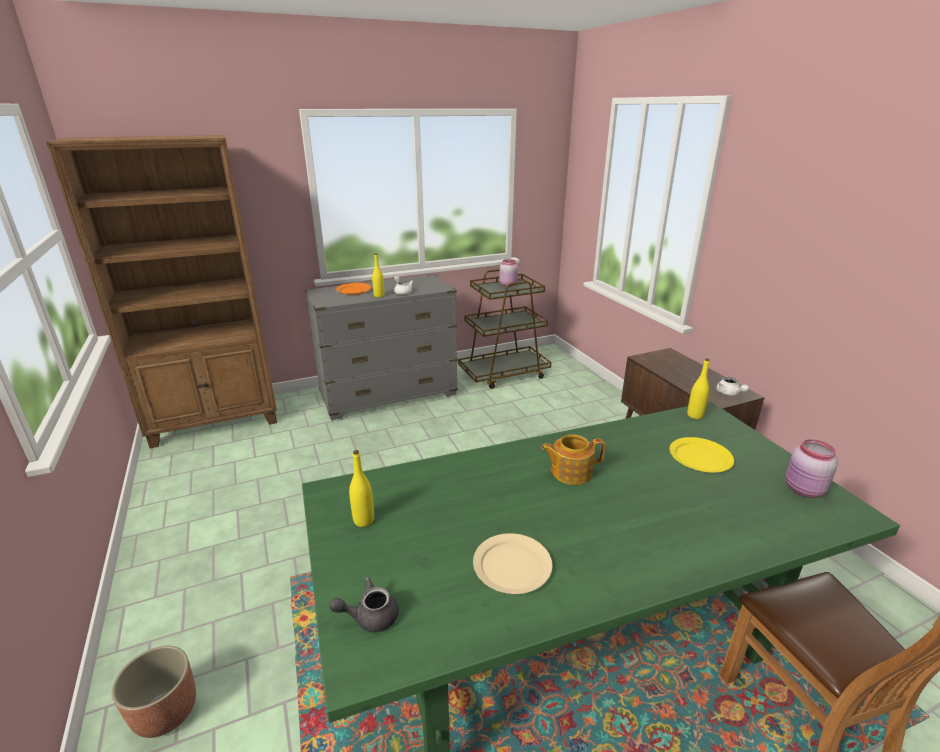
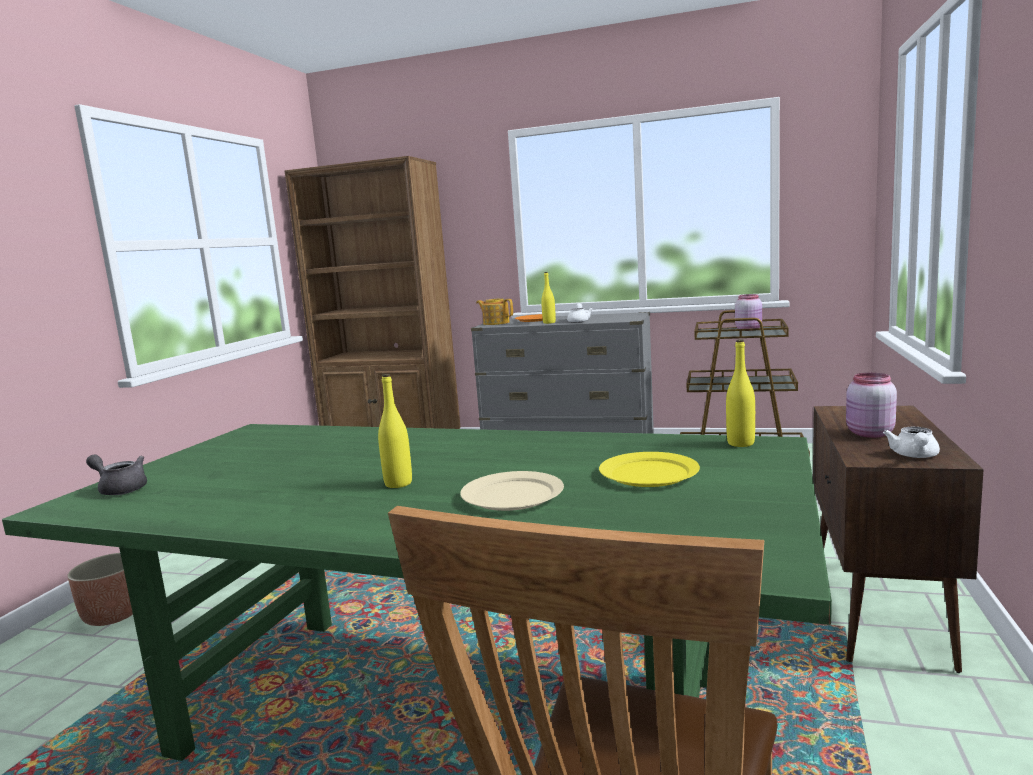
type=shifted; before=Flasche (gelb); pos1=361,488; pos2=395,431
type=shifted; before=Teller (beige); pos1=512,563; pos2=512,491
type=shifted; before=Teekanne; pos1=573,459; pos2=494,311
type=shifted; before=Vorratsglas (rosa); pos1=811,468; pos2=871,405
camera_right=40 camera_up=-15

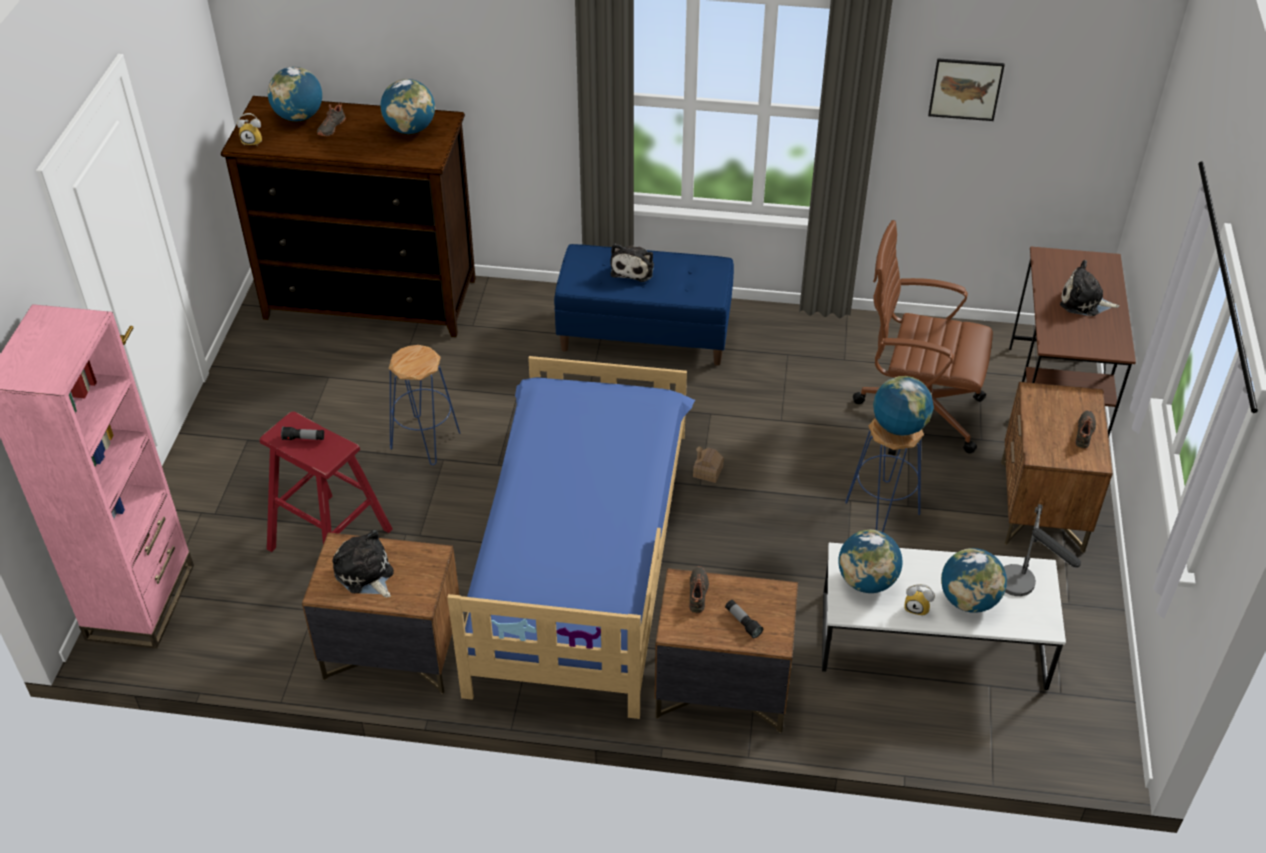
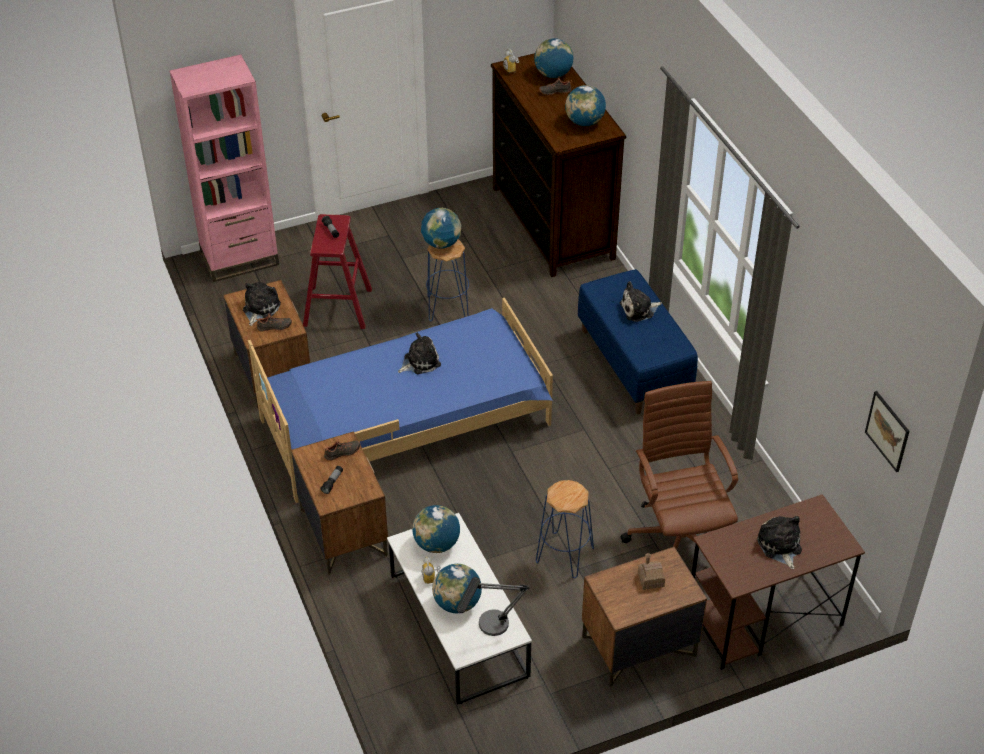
type=new; after=Plüschtier; pos2=419,353
type=shifted; before=Spielzeughaus; pos1=708,464; pos2=651,571
type=shifted; before=Globus; pos1=903,406; pos2=441,228
type=shifted; before=Bild; pos1=966,89; pos2=887,431
type=shifted; before=Schuh (schwarz); pos1=1085,429; pos2=274,323
camera_right=60 camera_up=0

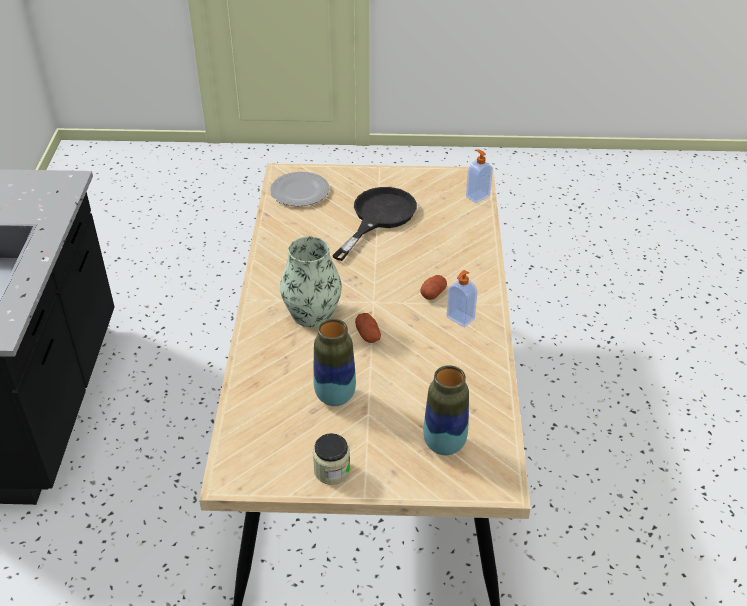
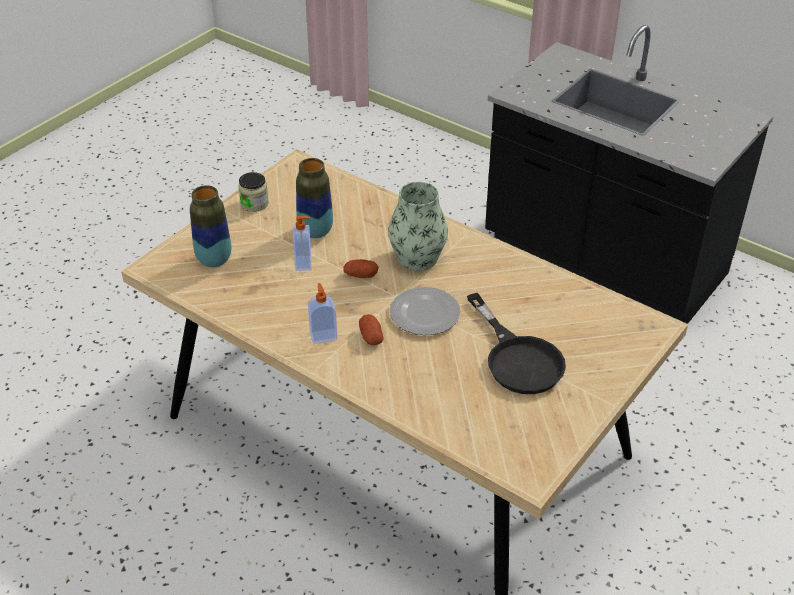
type=shifted; before=Teller; pos1=300,189; pos2=425,311
type=shifted; before=Seifenspender; pos1=479,176; pos2=302,243
camera_right=125 camera_up=0

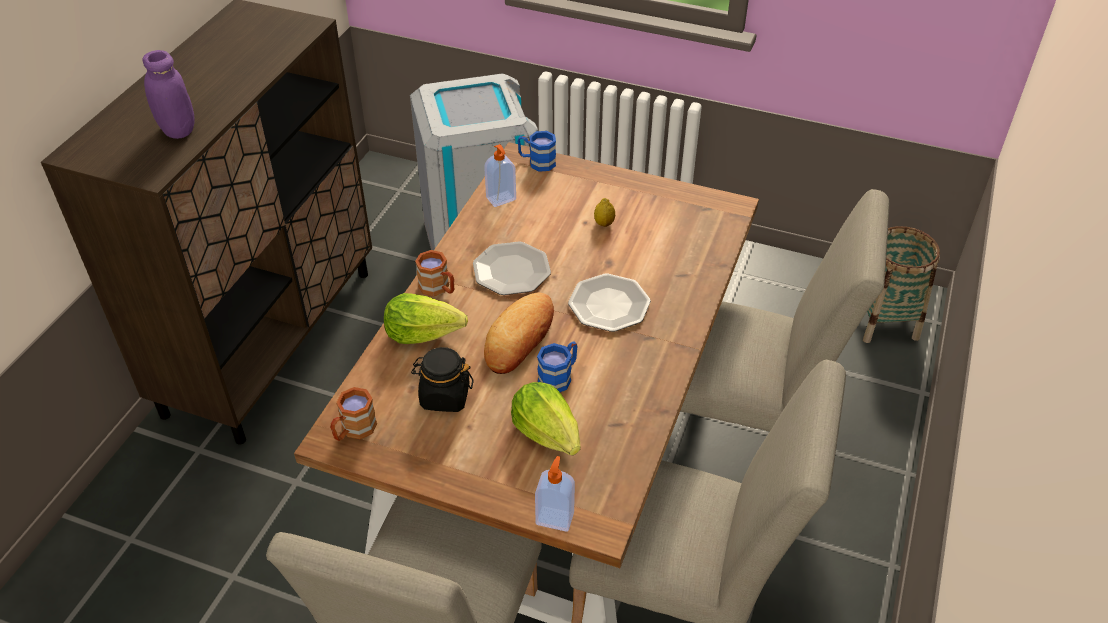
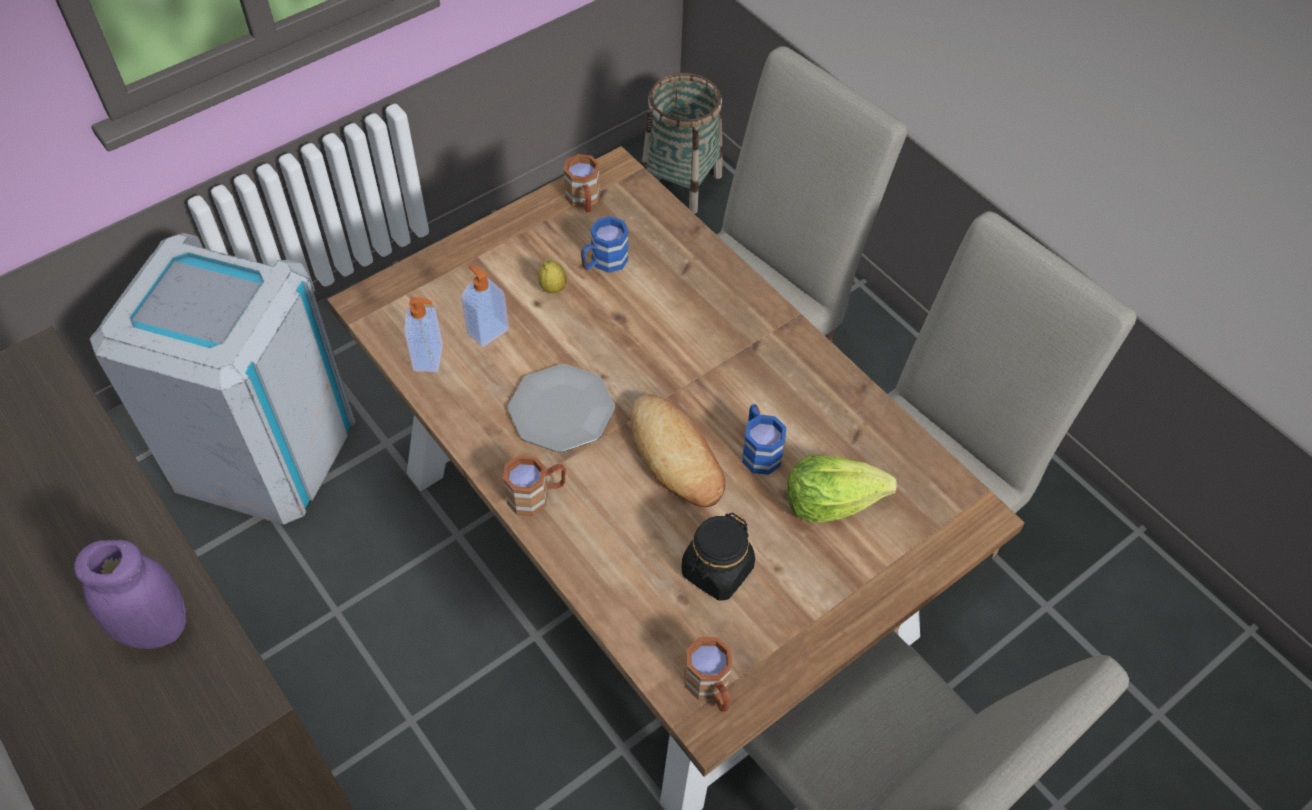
type=gone; before=Salatkopf; pos1=426,318
type=gone; before=Teller; pos1=609,303
type=new; after=Henkelbecher (braun); pos2=582,183
type=shifted; before=Henkelbecher (blau); pos1=537,151; pos2=605,244
type=shifted; before=Seifenspender; pos1=555,494; pos2=485,306
camera_right=-60 camera_up=10

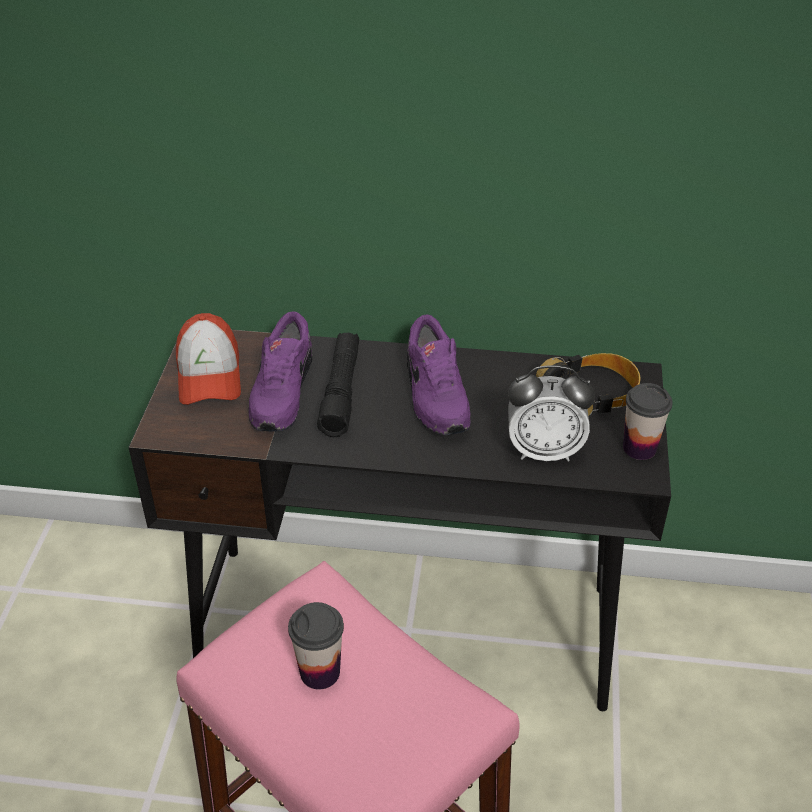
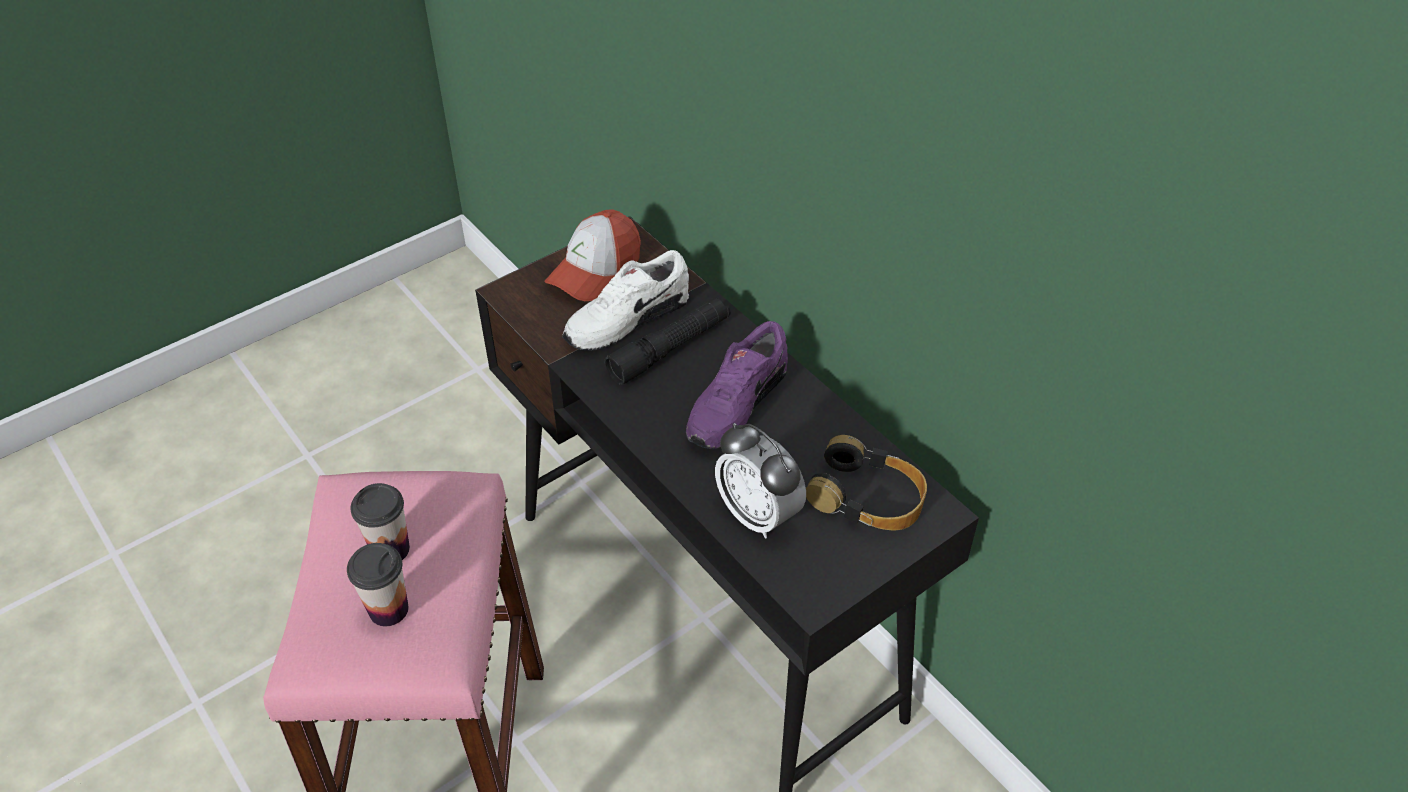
type=shifted; before=Tasse; pos1=648,421; pos2=378,584
type=repainted; before=Schuh (lila); after=Schuh (weiß); pos1=281,372; pos2=625,300
camera_right=45 camera_up=5

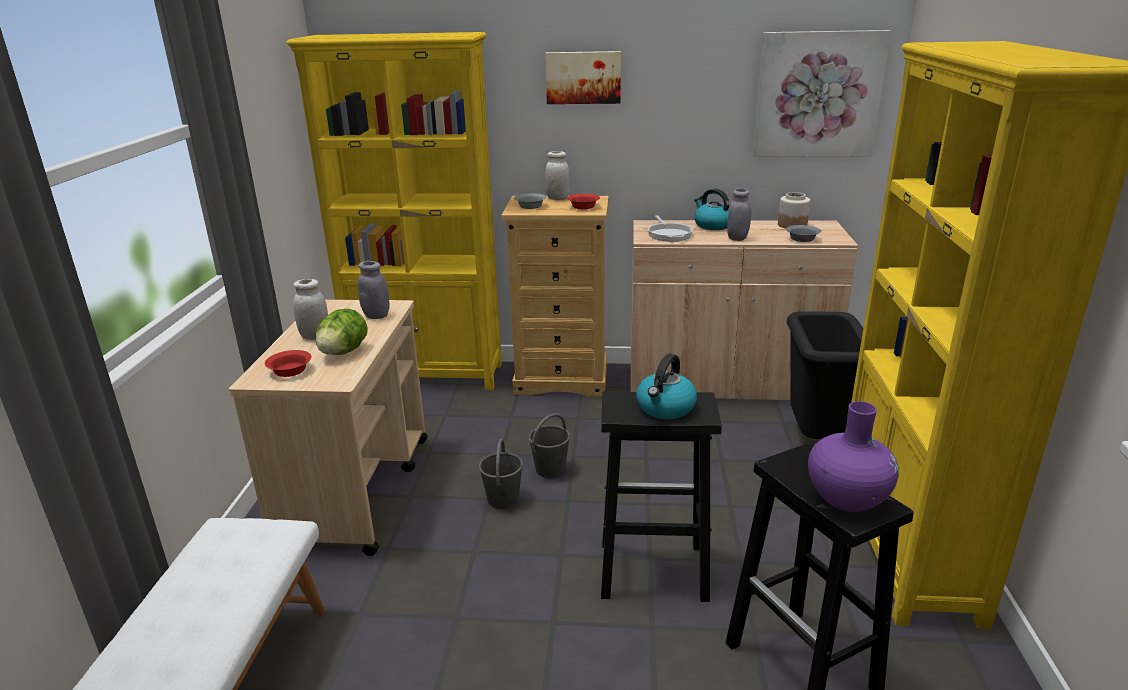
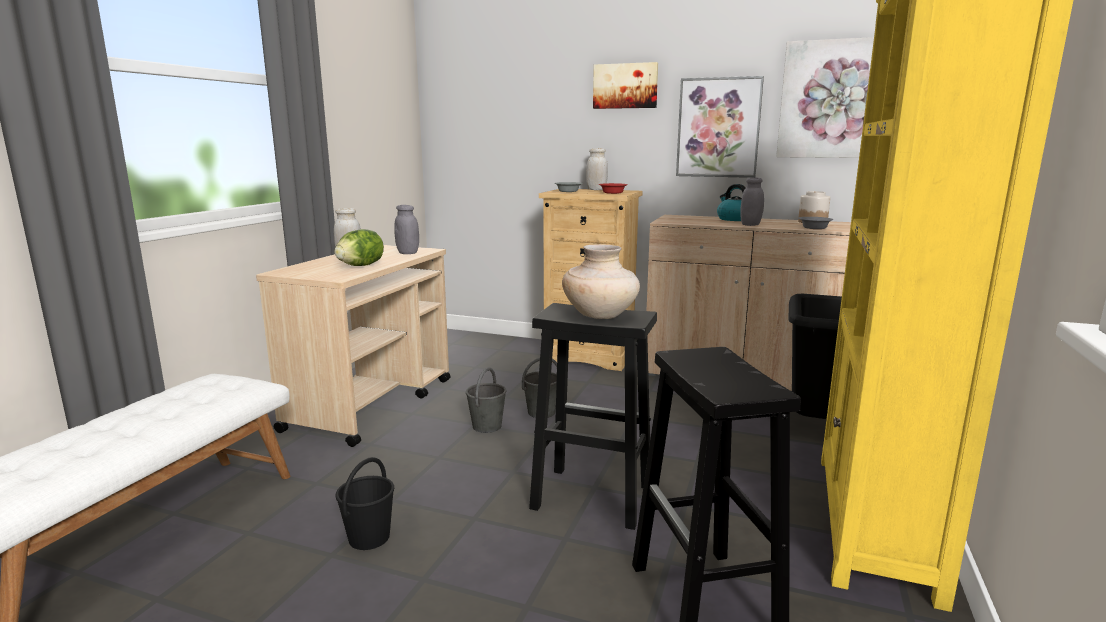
type=gone; before=Schüssel (rot); pos1=288,363
type=gone; before=Bücherregal (gelb); pos1=394,211
type=gone; before=Pfanne; pos1=670,228
type=gone; before=Vase (lila); pos1=853,456
type=new; after=Eimer (schwarz); pos2=365,503
type=new; after=Bild; pos2=720,127
type=swapped; before=Wasserkessel; after=Vase (beige); pos1=666,386; pos2=601,281
camera_right=15 camera_up=-10

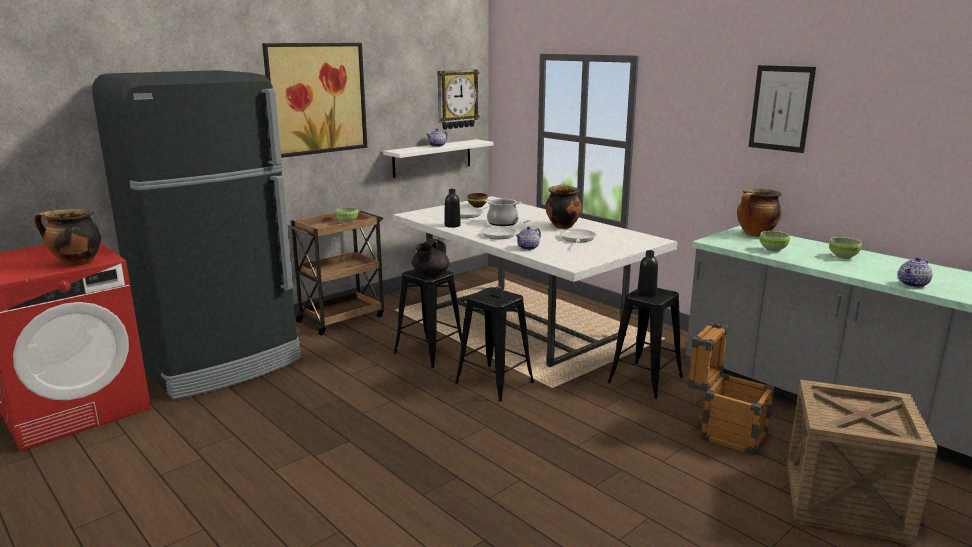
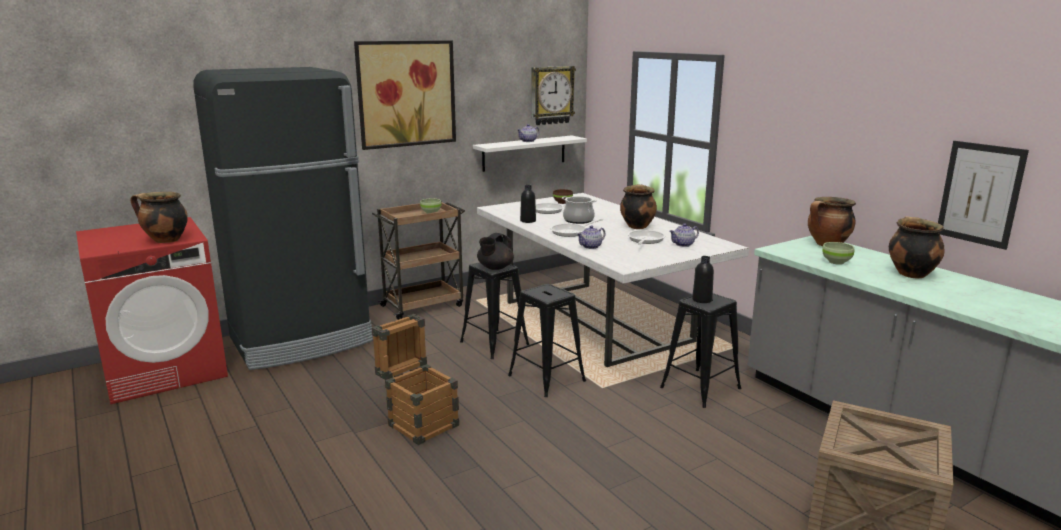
type=shifted; before=Kiste; pos1=731,389; pos2=415,379
type=shifted; before=Bild; pos1=782,109; pos2=983,195
type=shifted; before=Teekanne; pos1=915,272; pos2=684,235
type=swapped; before=Schüssel (grün); after=Kochtopf; pos1=845,248; pos2=917,247
camera_right=10 camera_up=0

